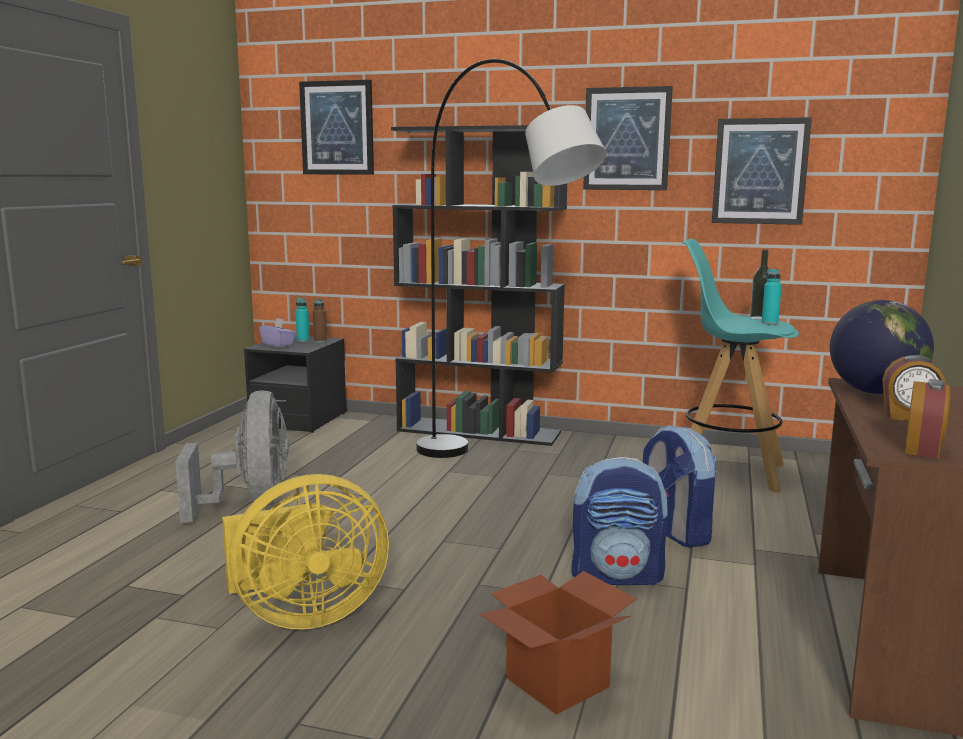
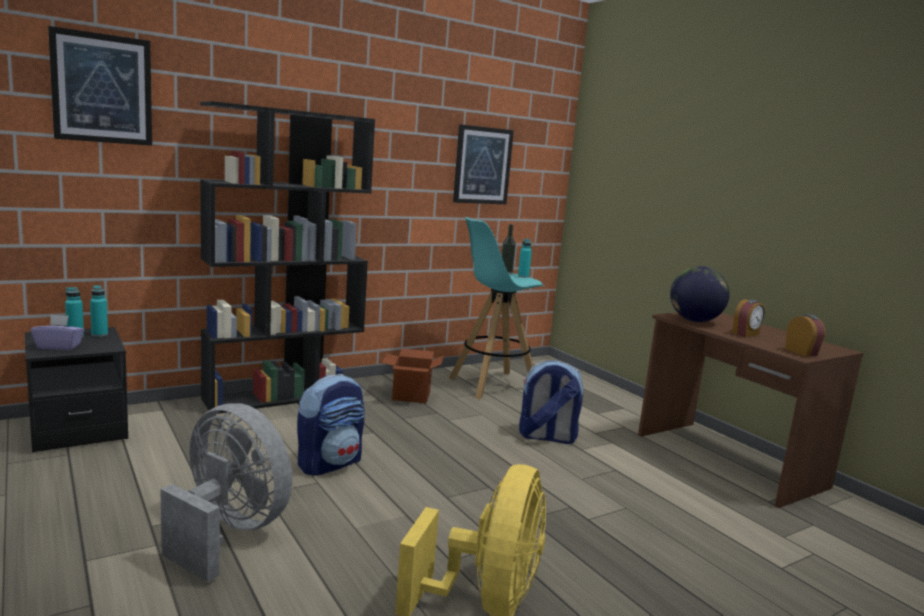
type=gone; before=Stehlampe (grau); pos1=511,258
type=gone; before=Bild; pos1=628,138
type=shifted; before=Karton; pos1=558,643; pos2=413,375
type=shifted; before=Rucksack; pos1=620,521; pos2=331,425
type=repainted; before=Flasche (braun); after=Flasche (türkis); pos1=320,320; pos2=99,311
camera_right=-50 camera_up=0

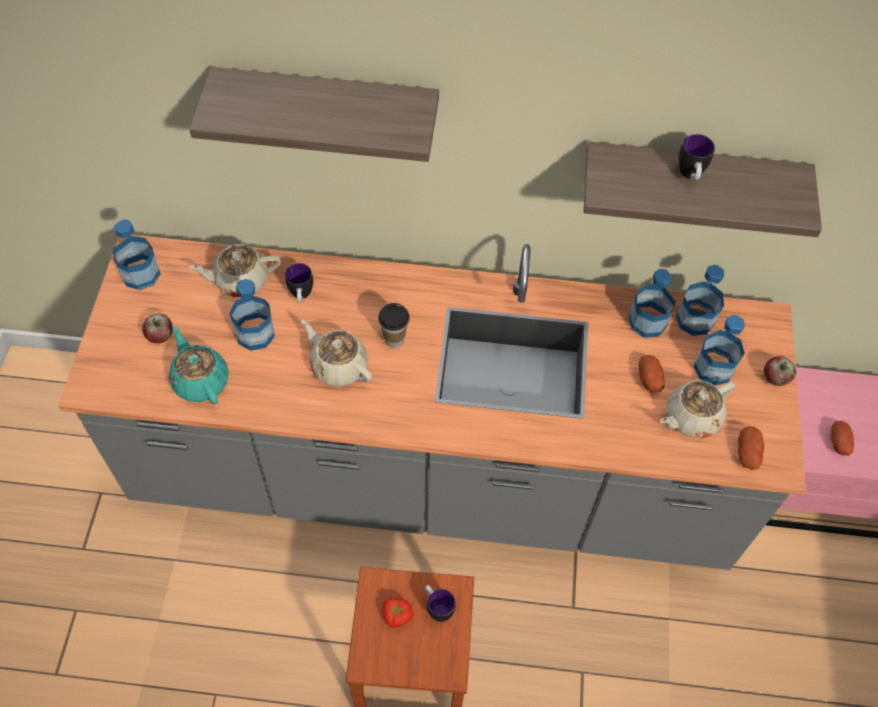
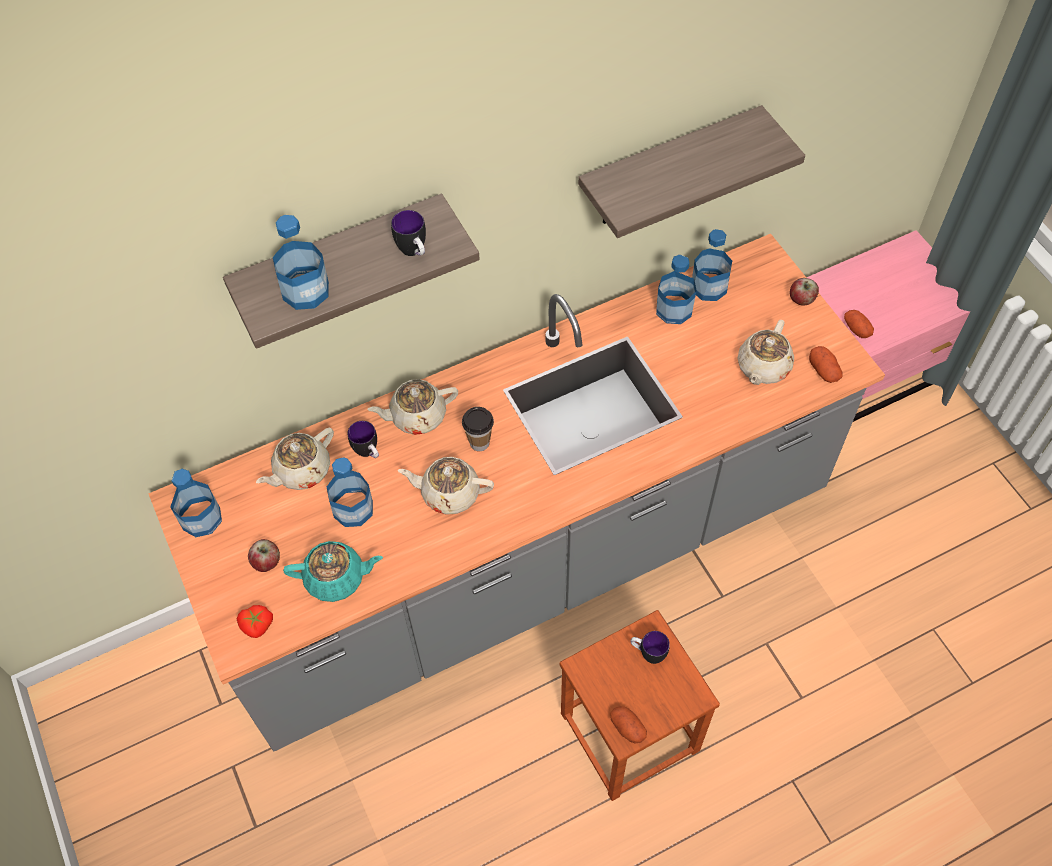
type=new; after=Teekanne (beige); pos2=412,407
type=shifted; before=Tomate; pos1=398,612; pos2=255,621
type=shifted; before=Kartoffel; pos1=652,373; pos2=628,725
type=shifted; before=Henkelbecher; pos1=697,157; pos2=408,233
type=shifted; before=Flasche; pos1=719,350; pos2=301,262
type=rotated; before=Teekanne (türkis); pos1=199,365; pos2=333,571; turn=150
camera_right=-30 camera_up=0

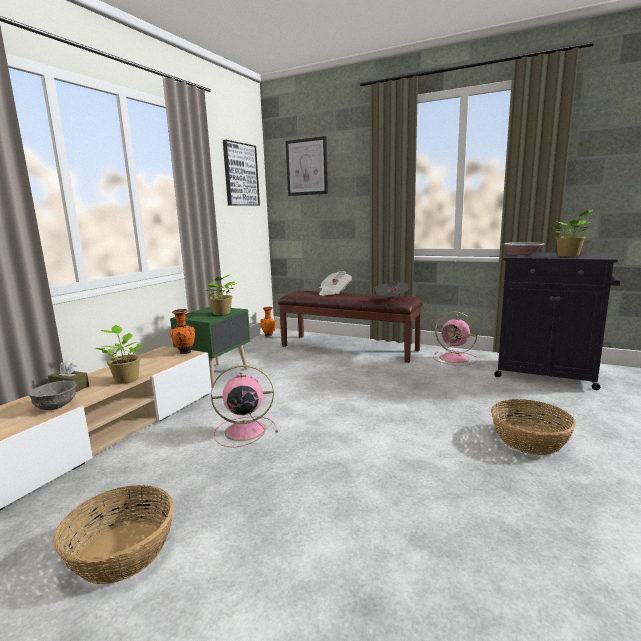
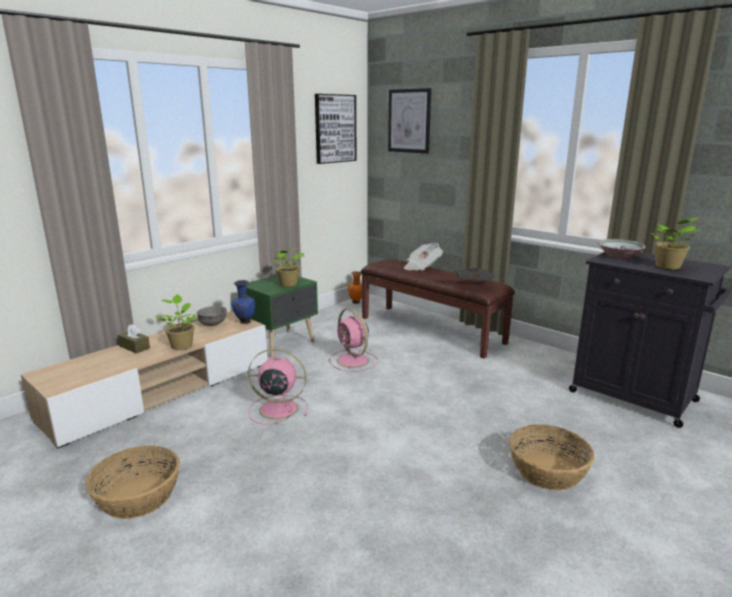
type=shifted; before=Schüssel (grau); pos1=53,395; pos2=212,316
type=shifted; before=Ventilator (rosa); pos1=455,339; pos2=354,340
type=repainted; before=Vase (orange); after=Vase (blau); pos1=182,331; pos2=243,302
camera_right=15 camera_up=5

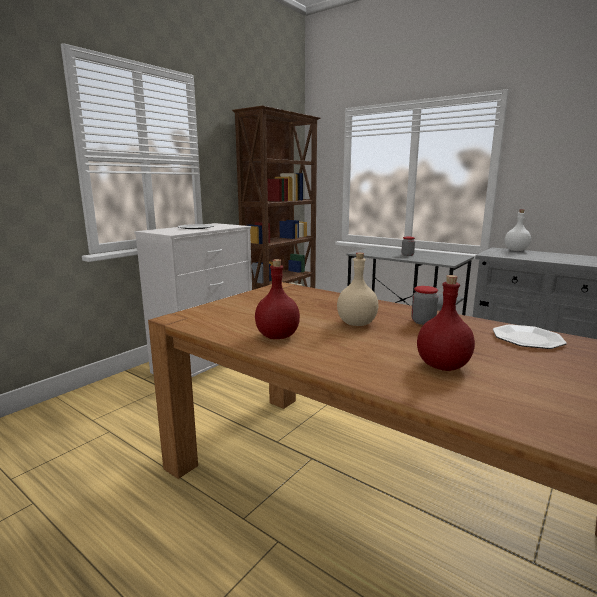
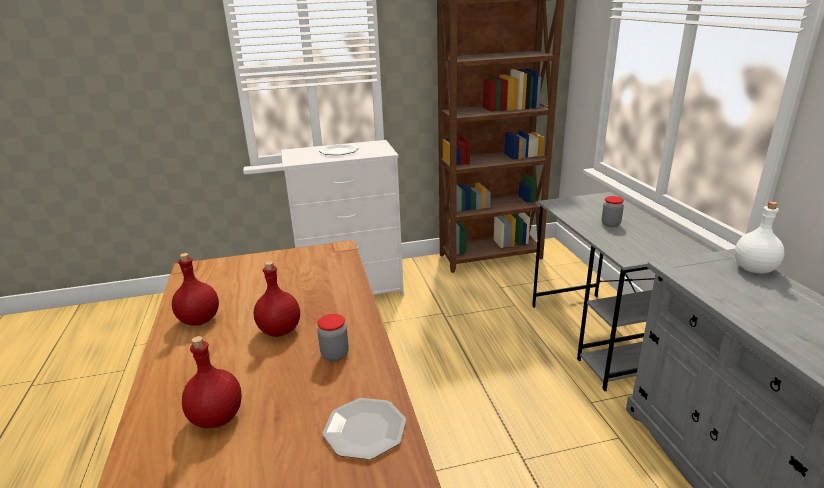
type=repainted; before=Flasche (beige); after=Flasche (rot); pos1=357,289; pos2=276,299
camera_right=40 camera_up=10

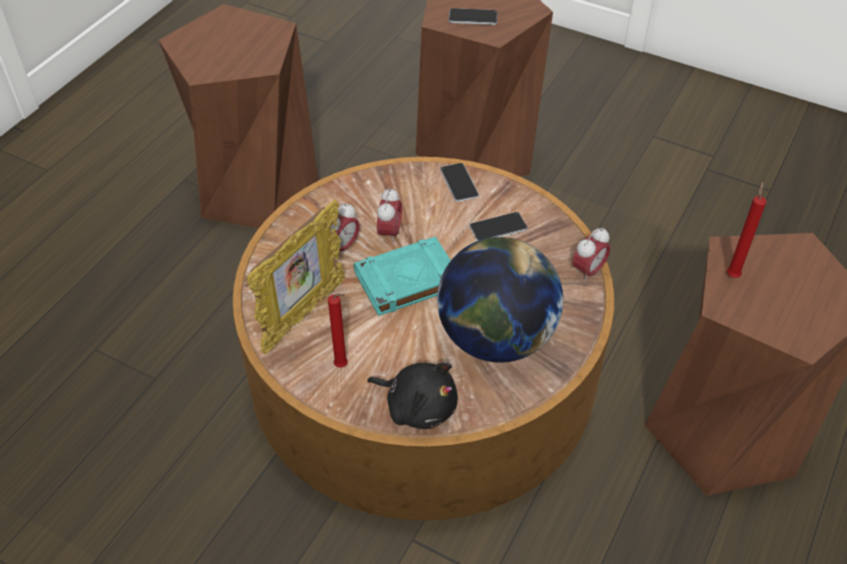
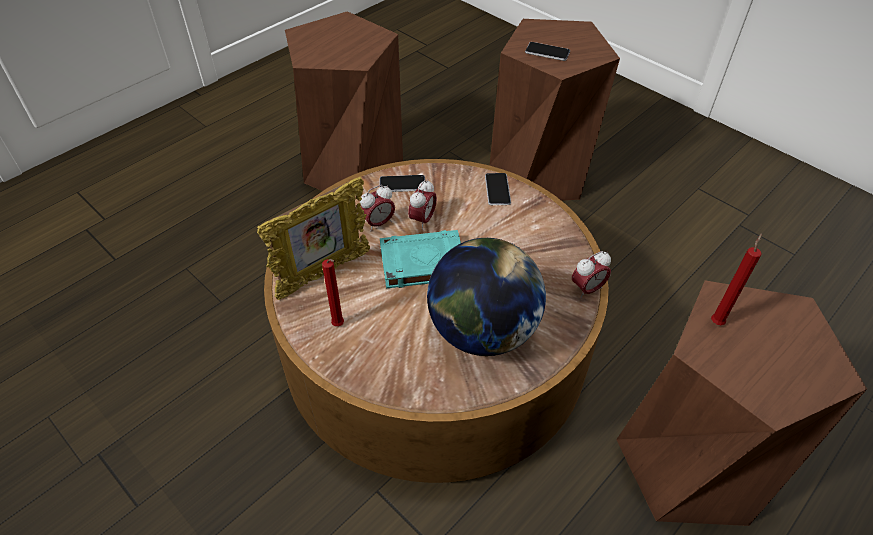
type=gone; before=Plüschtier (schwarz); pos1=412,396
type=shifted; before=Handy; pos1=498,226; pos2=402,183
camera_right=15 camera_up=0

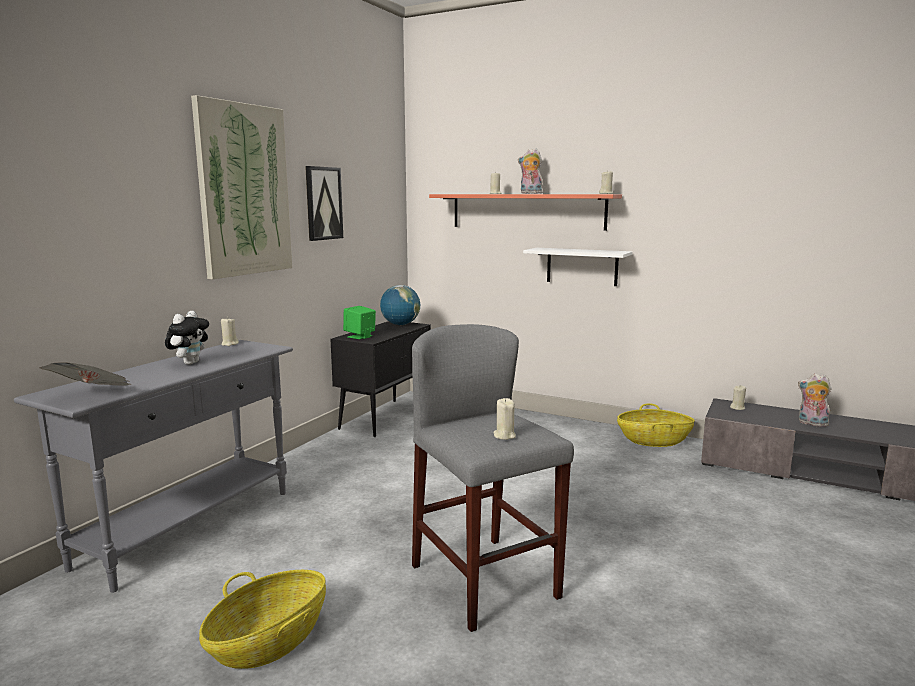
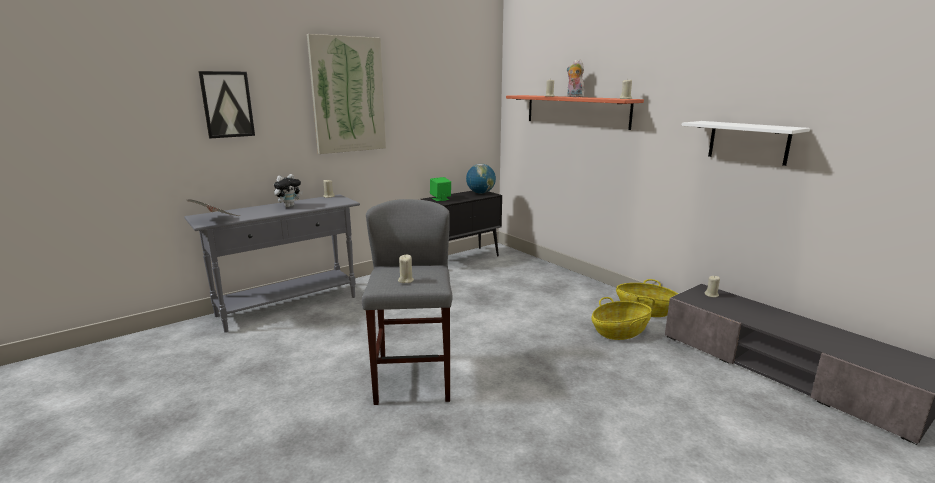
type=gone; before=Plüschtier; pos1=814,400
type=shifted; before=Korb; pos1=262,619; pos2=621,318
type=shifted; before=Bild; pos1=324,203; pos2=226,104
type=shifted; before=Wandregal (weiß); pos1=578,267; pos2=745,143
camera_right=25 camera_up=5

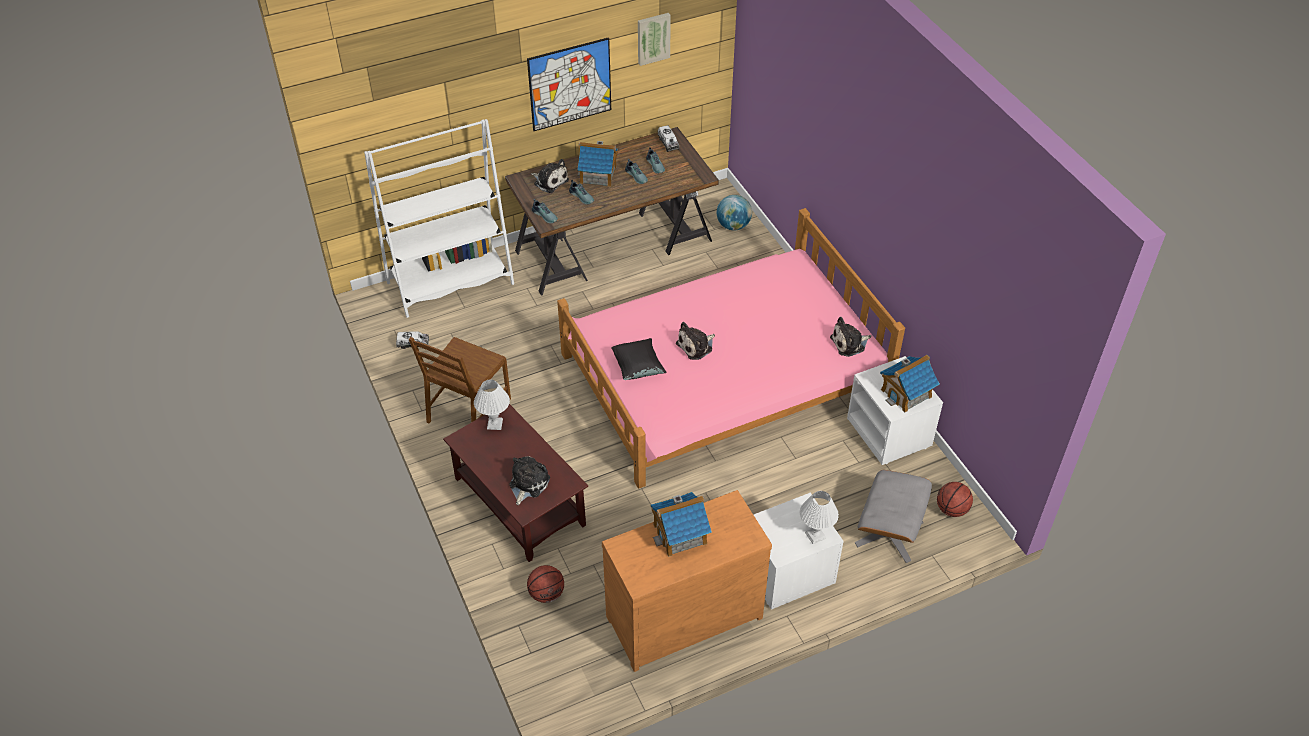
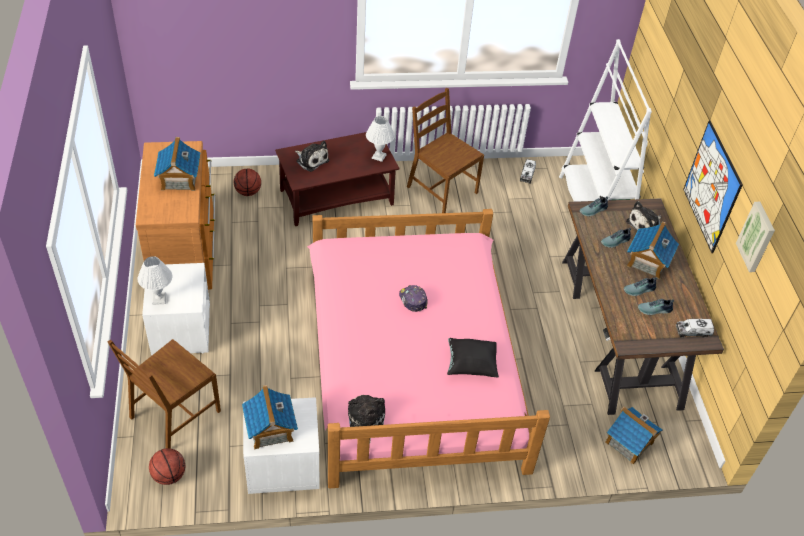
type=shifted; before=Kissen (schwarz); pos1=638,359; pos2=473,358
type=swapped; before=Plüschtier; after=Kappe; pos1=695,341; pos2=413,298
type=swapped; before=Globus; after=Spielzeughaus; pos1=734,213; pos2=634,435
type=swapped; before=Polsterhocker (grau); after=Stuhl (braun); pos1=893,516; pos2=164,394
camera_right=105 camera_up=0

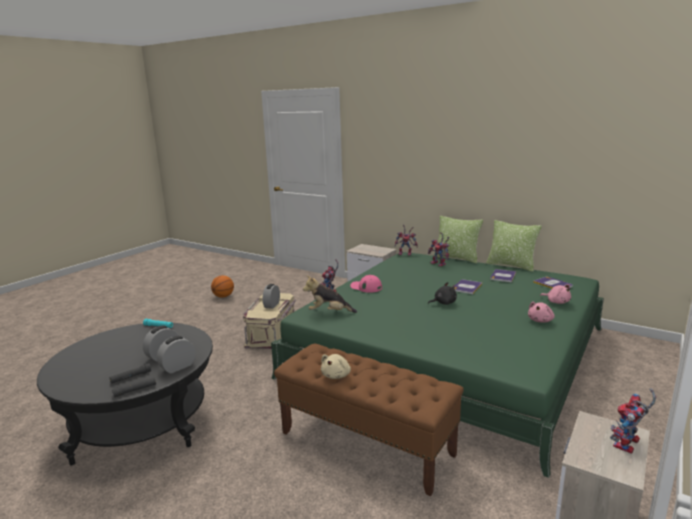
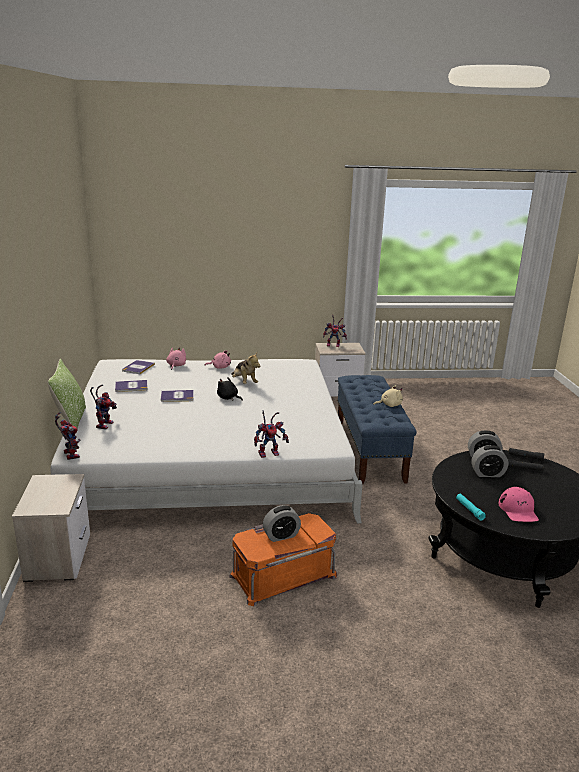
type=gone; before=Basketball; pos1=222,286
type=gone; before=Kissen; pos1=514,246
type=shifted; before=Plüschtier; pos1=330,294; pos2=245,368
type=shifted; before=Kappe (rosa); pos1=366,284; pos2=518,504
type=repainted; before=Aufbewahrungsbox (beige); after=Aufbewahrungsbox (orange); pos1=269,321; pos2=283,559
type=repainted; before=Bett (grün); after=Bett (weiß); pos1=437,365; pos2=207,441
type=repainted; before=Bank (braun); after=Bank (blau); pos1=369,419; pos2=377,429
camera_right=-130 camera_up=5

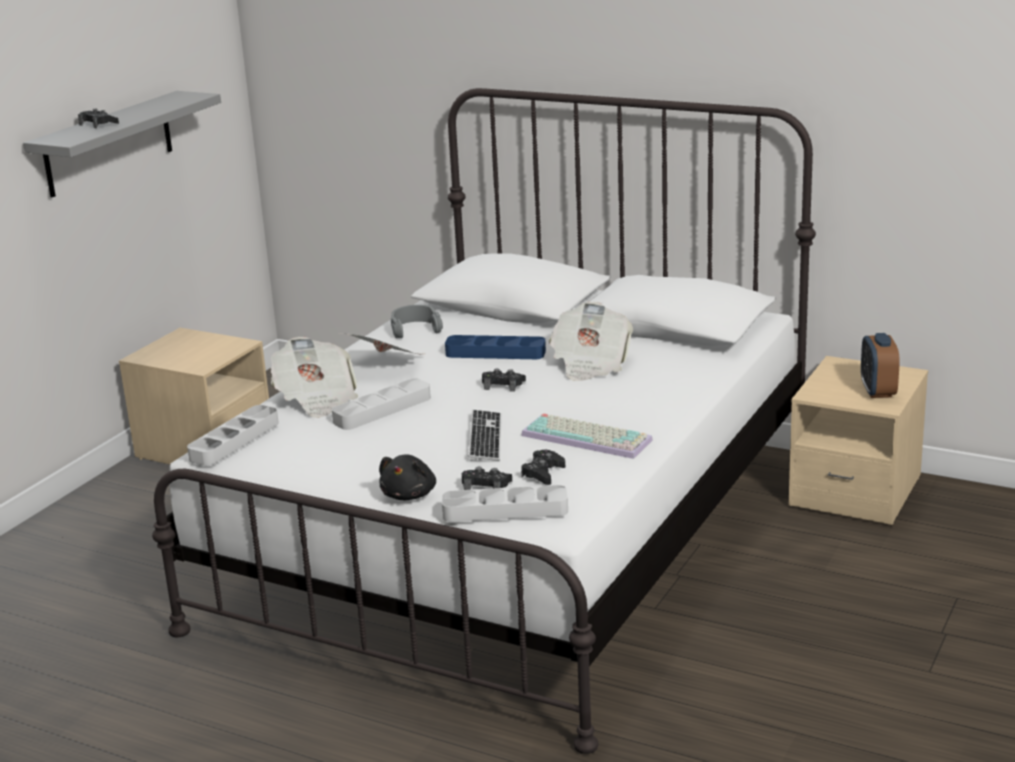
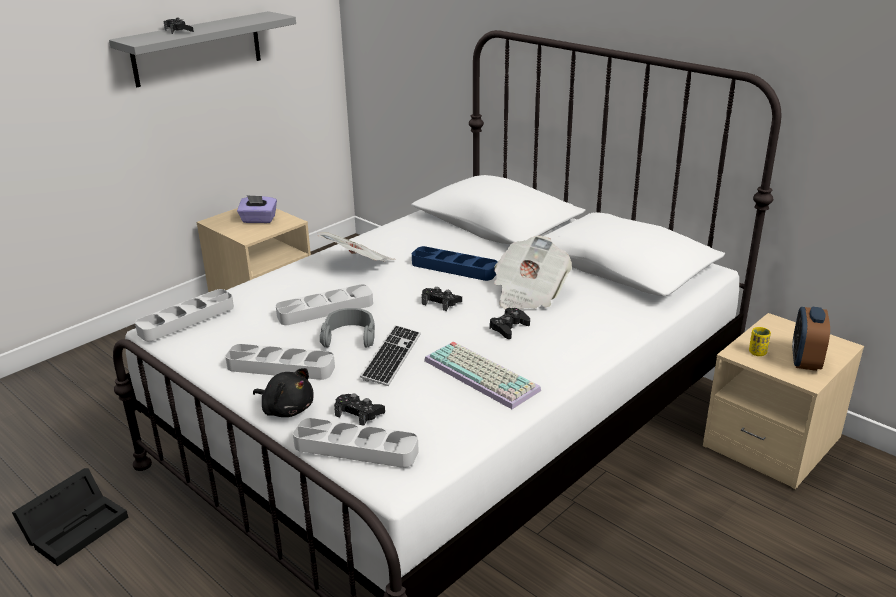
type=gone; before=Zeitung; pos1=314,377
type=new; after=Aufbewahrungsbox (schwarz); pos2=70,517
type=new; after=Tablett (grau); pos2=280,362
type=new; after=Taschentuchbox (lila); pos2=257,209
type=new; after=Tasse (gelb); pos2=760,341
type=shifted; before=Kopfhörer (grau); pos1=417,322; pos2=347,328
type=shifted; before=Gamepad (schwarz); pos1=543,467; pos2=510,323
type=rotated; before=Plüschtier (schwarz); pos1=407,477; pos2=283,392; turn=-90
camera_right=15 camera_up=5

